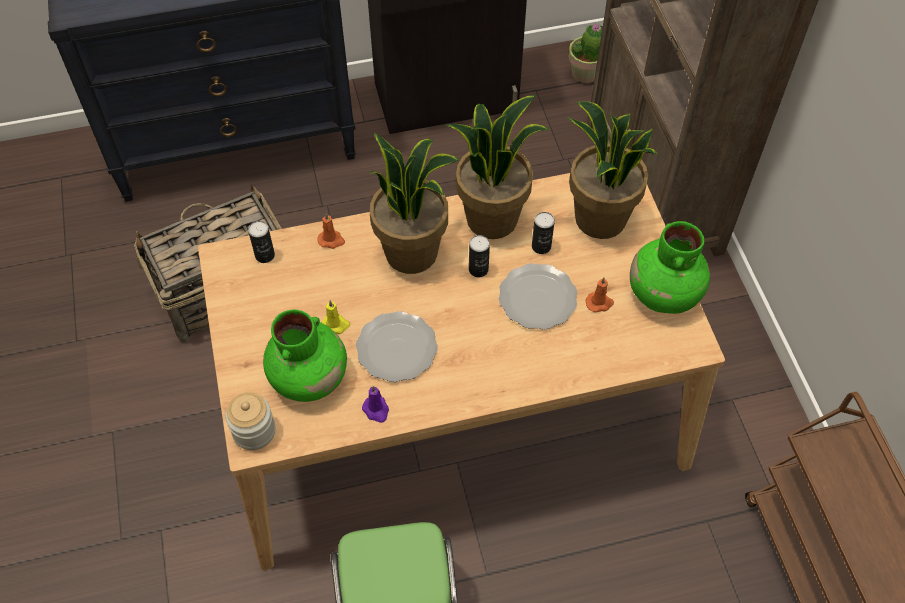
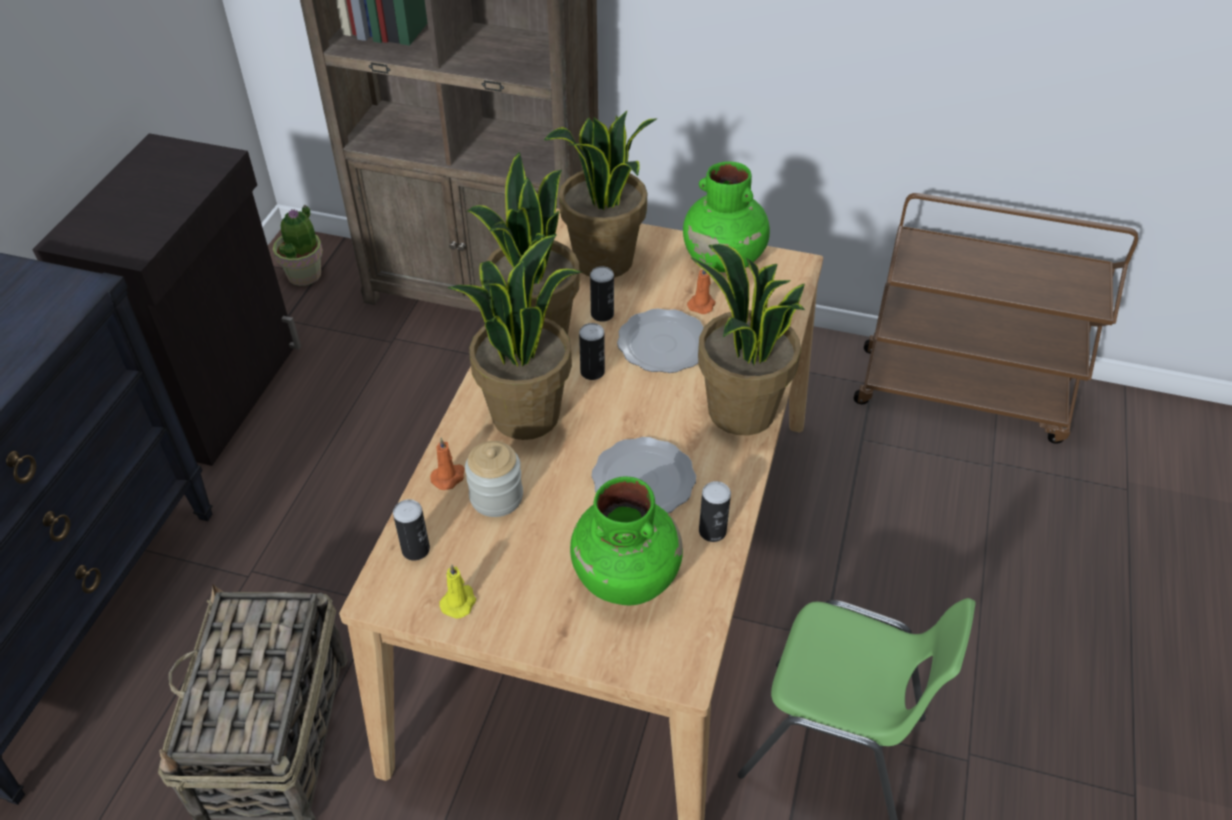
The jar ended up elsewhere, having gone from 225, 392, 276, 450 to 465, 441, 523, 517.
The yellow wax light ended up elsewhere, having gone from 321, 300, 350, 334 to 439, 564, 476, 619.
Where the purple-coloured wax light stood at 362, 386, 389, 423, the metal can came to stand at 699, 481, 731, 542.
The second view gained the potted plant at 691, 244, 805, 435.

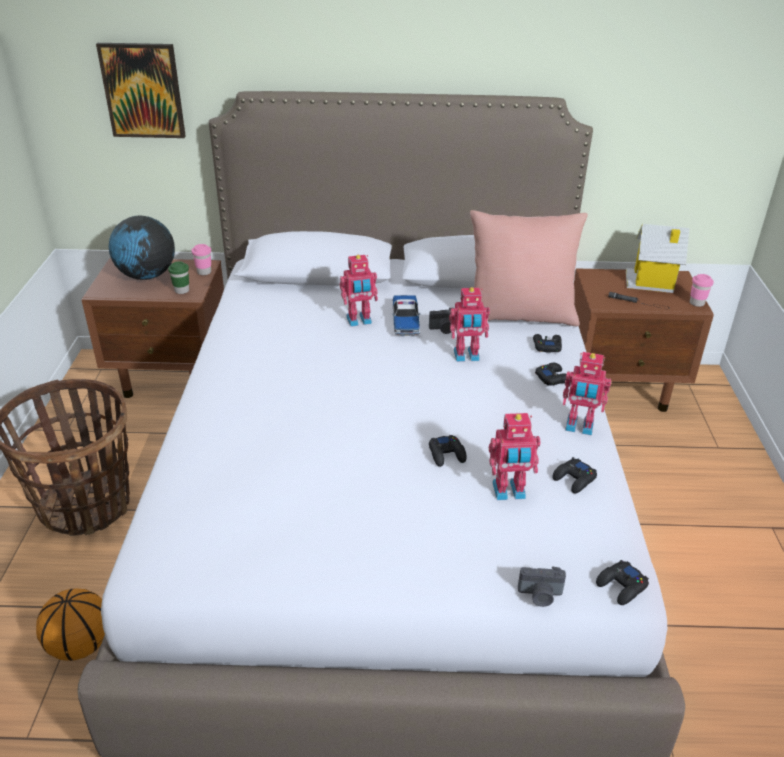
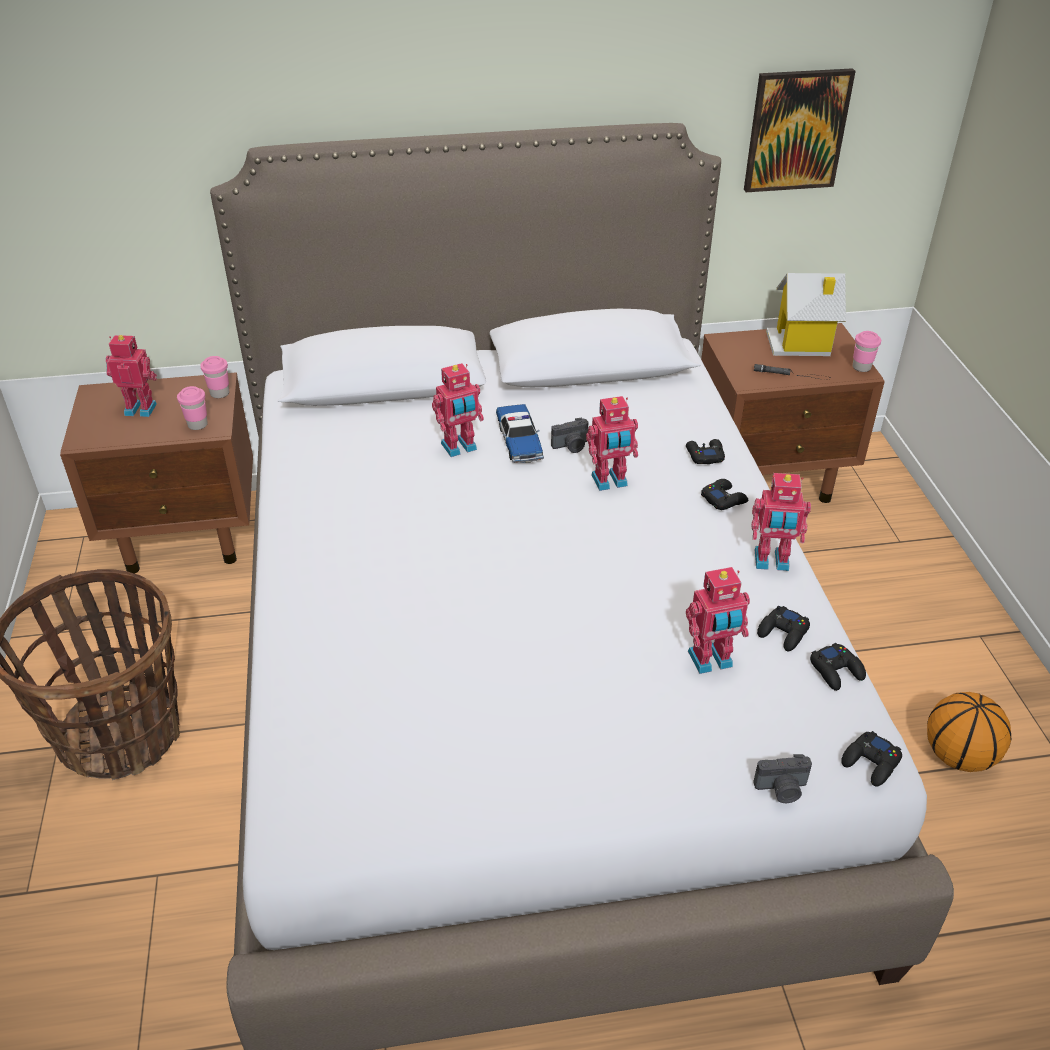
The ball for basketball ended up elsewhere, having gone from 36, 588, 105, 661 to 927, 692, 1011, 772.
The picture ended up elsewhere, having gone from 96, 43, 186, 138 to 744, 68, 856, 192.
Where the desk globe stood at 109, 216, 175, 280, the toy robot came to stand at 106, 335, 157, 417.
What was the green drinking cup at 168, 261, 189, 294 turned into the pinkish drinking cup at 177, 386, 208, 430.
The black-coloured gamepad ended up elsewhere, having gone from 429, 435, 467, 467 to 810, 643, 866, 691.
The second view lost the pinkish pillow at 470, 210, 588, 326.

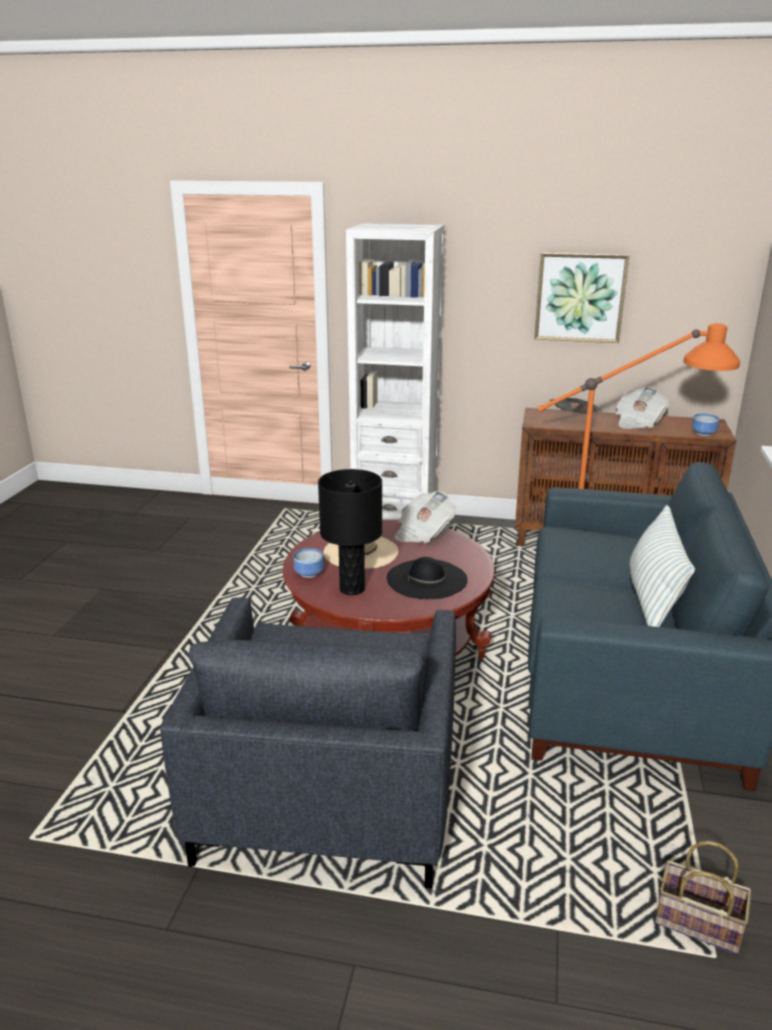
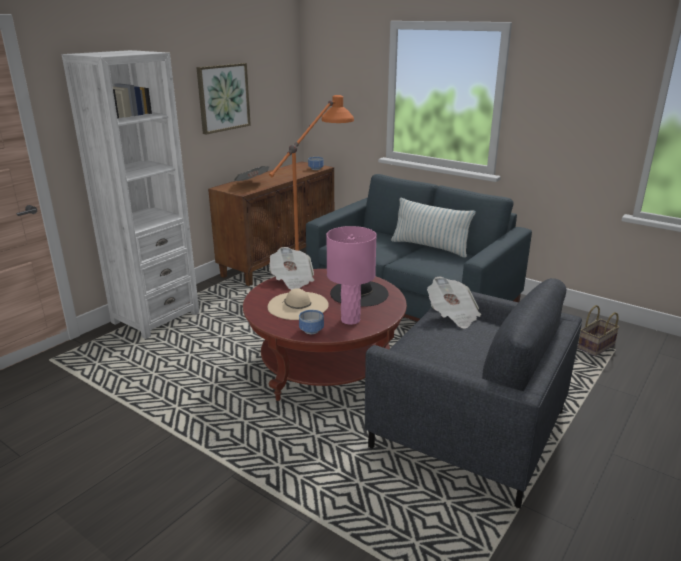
What was the black-coloured table lamp at 318, 469, 382, 595 turned into the pinkish table lamp at 326, 226, 377, 325.
The newspaper ended up elsewhere, having gone from 615, 387, 669, 429 to 427, 277, 481, 329.

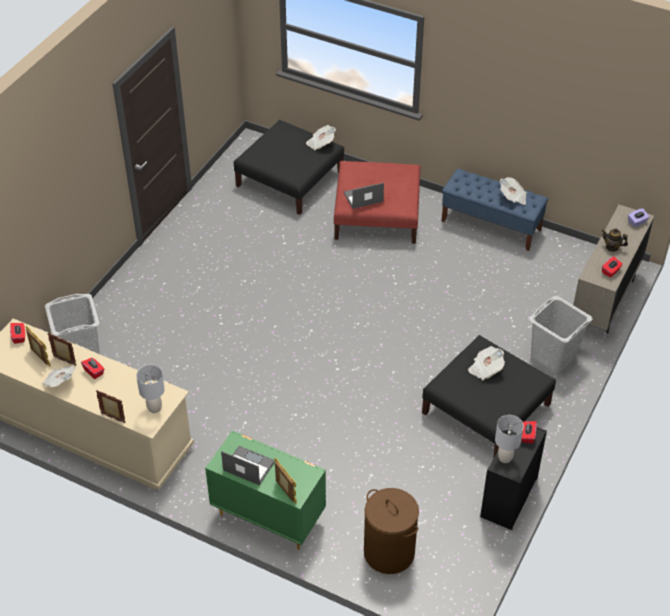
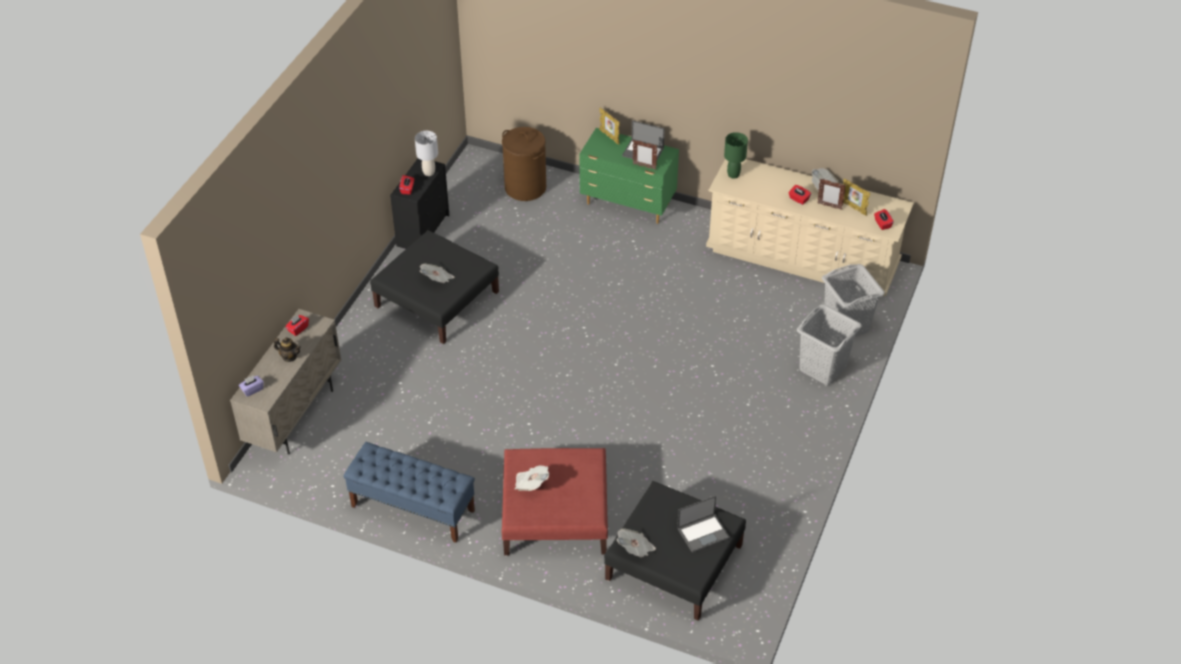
The picture frame ended up elsewhere, having gone from 96, 390, 126, 423 to 633, 140, 658, 170.
What was the greyish table lamp at 136, 365, 165, 413 turned into the green table lamp at 724, 132, 748, 179.
The notebook computer ended up elsewhere, having gone from 344, 183, 384, 209 to 677, 496, 730, 553.
The newspaper ended up elsewhere, having gone from 500, 177, 527, 205 to 514, 465, 549, 491.
The greyish washing basket ended up elsewhere, having gone from 529, 296, 593, 374 to 797, 304, 862, 385.

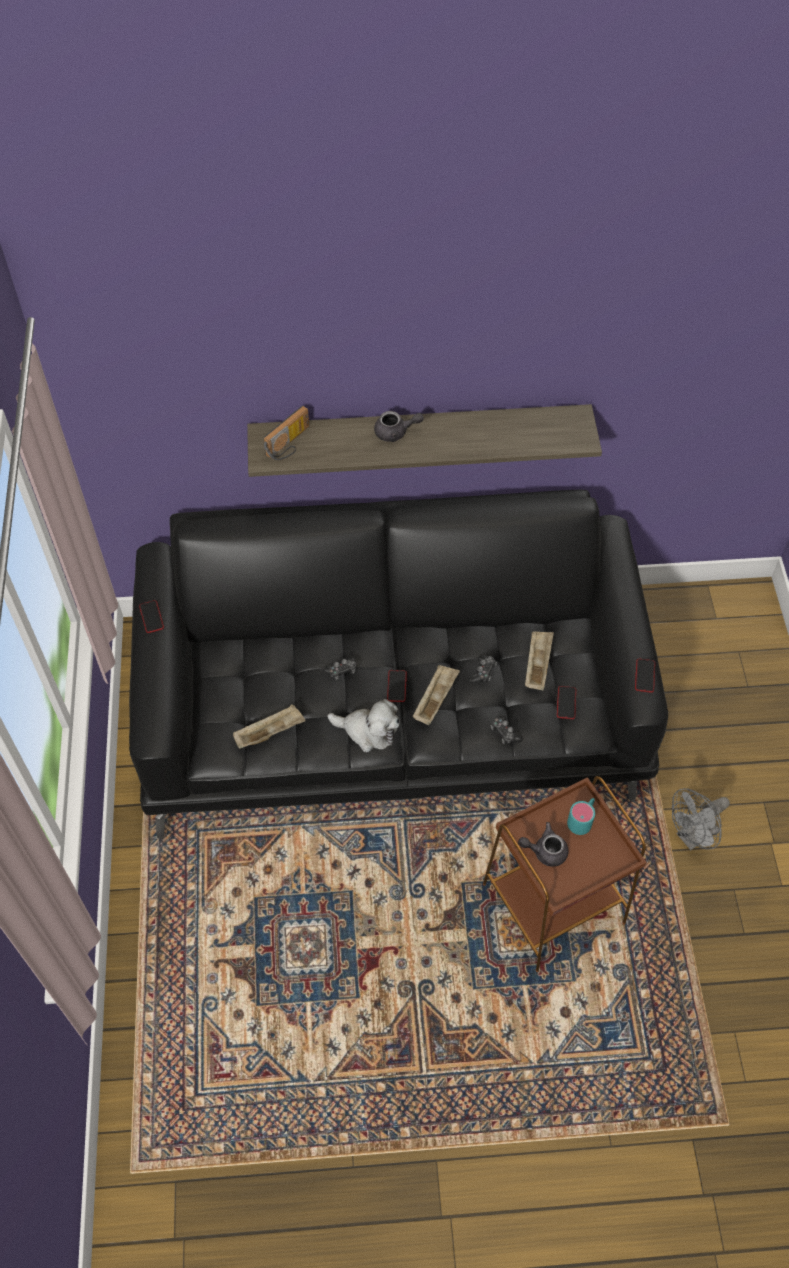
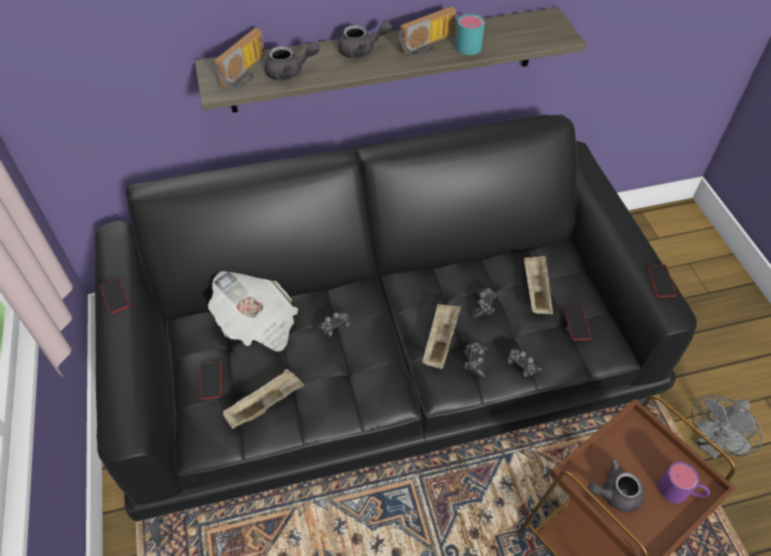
The second view lost the cuddly toy at 327, 699, 400, 752.
The telephone ended up elsewhere, having gone from 387, 670, 407, 702 to 200, 362, 222, 400.
The turquoise-coloured coffee mug ended up elsewhere, having gone from 567, 798, 595, 835 to 455, 14, 485, 55.
The second view gained the newspaper at 208, 271, 298, 352.
The second view gained the greyish teapot at 265, 42, 320, 80.
The second view gained the radio receiver at 399, 6, 456, 57.
The second view gained the gamepad at 465, 342, 490, 379.
The second view gained the purple-coloured coffee mug at 658, 462, 710, 503.

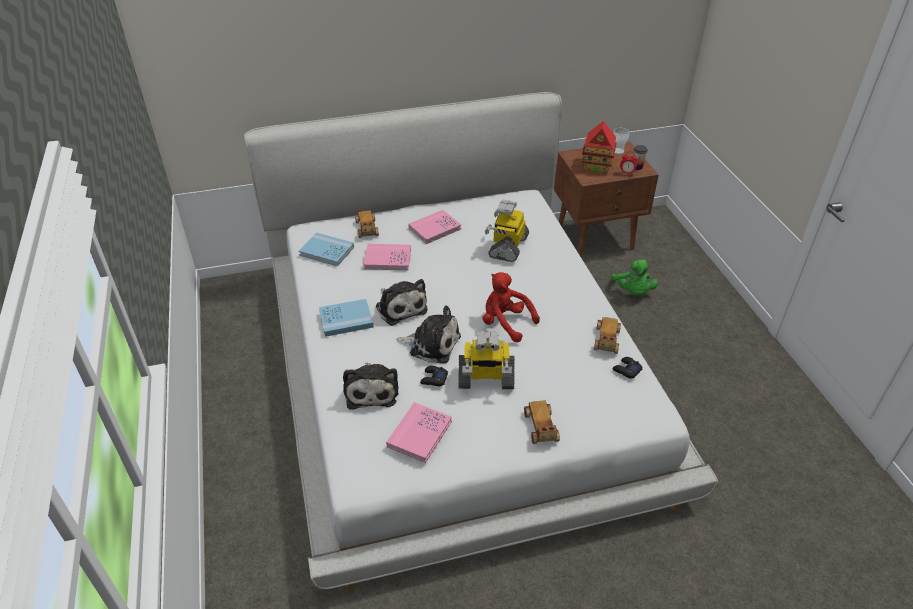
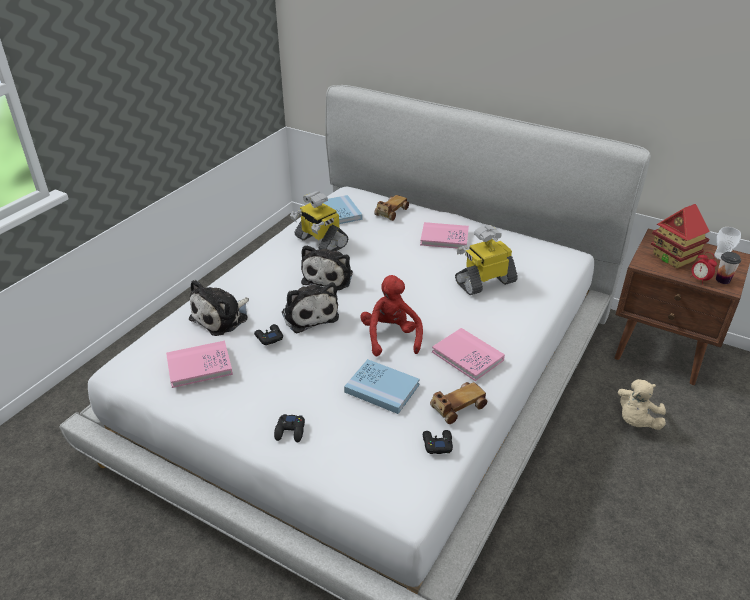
The bluish volume ended up elsewhere, having gone from 319, 299, 374, 337 to 344, 359, 420, 414.
The pinkish volume ended up elsewhere, having gone from 363, 244, 411, 270 to 432, 328, 505, 381.
The toy robot ended up elsewhere, having gone from 458, 331, 515, 389 to 290, 191, 348, 251.
Where the toy car stood at 524, 400, 560, 444, the black-coloured gamepad came to stand at 274, 414, 305, 442.
What was the green cuddly toy at 611, 259, 658, 296 turned into the sand-coloured cuddly toy at 618, 379, 666, 430.

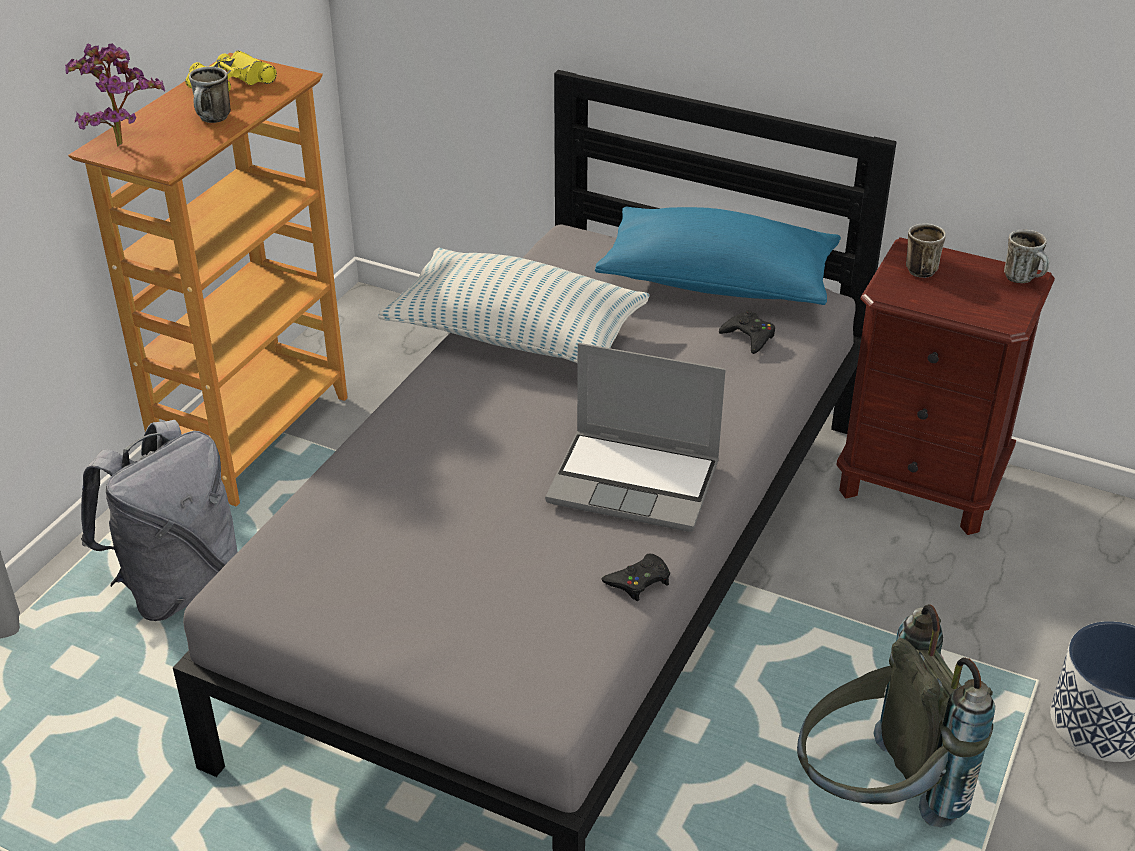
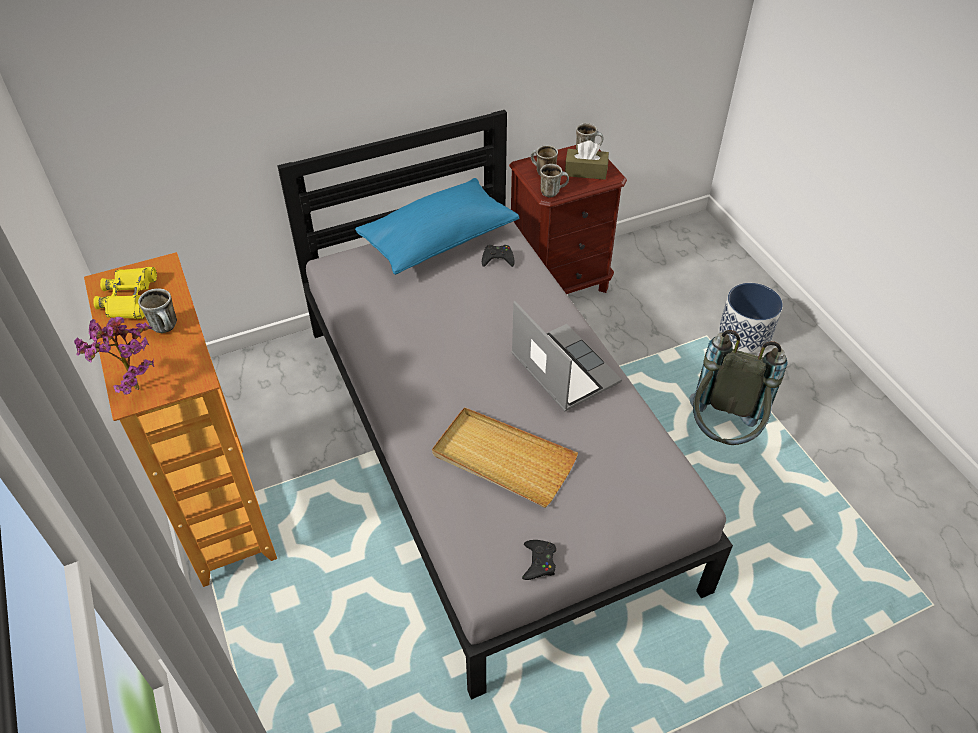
The second view lost the greyish knapsack at 81, 420, 238, 621.
The second view lost the pillow at 378, 248, 650, 363.
The notebook computer at 545, 343, 726, 532 ended up facing another way, 90 degrees counterclockwise from before.
The black-coloured gamepad ended up elsewhere, having gone from 601, 554, 670, 601 to 522, 540, 556, 580.
The second view gained the sand-coloured tray at 432, 407, 578, 508.
The second view gained the coffee mug at 540, 164, 569, 198.
The second view gained the brown tissue box at 565, 140, 609, 180.

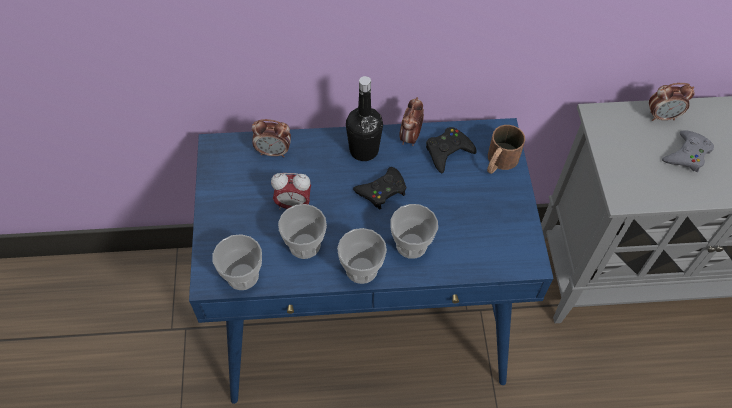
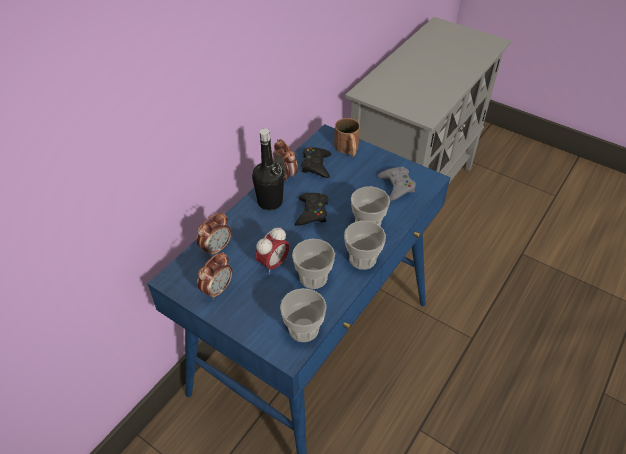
The alarm clock ended up elsewhere, having gone from 649, 83, 695, 121 to 197, 252, 232, 300.
The greyish gamepad ended up elsewhere, having gone from 662, 130, 714, 172 to 377, 167, 416, 201.

